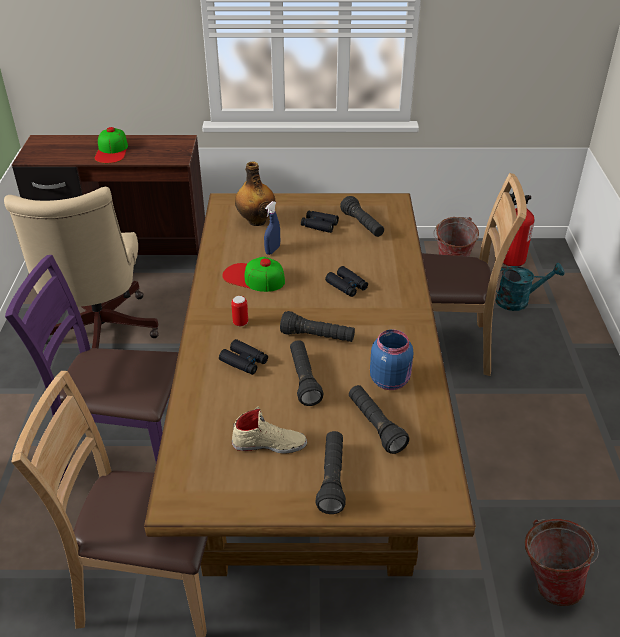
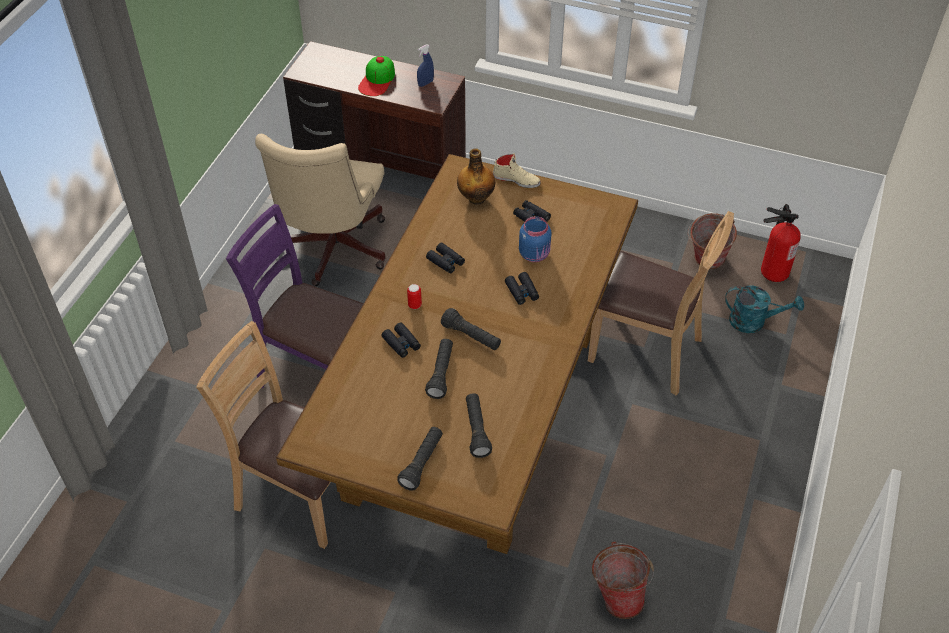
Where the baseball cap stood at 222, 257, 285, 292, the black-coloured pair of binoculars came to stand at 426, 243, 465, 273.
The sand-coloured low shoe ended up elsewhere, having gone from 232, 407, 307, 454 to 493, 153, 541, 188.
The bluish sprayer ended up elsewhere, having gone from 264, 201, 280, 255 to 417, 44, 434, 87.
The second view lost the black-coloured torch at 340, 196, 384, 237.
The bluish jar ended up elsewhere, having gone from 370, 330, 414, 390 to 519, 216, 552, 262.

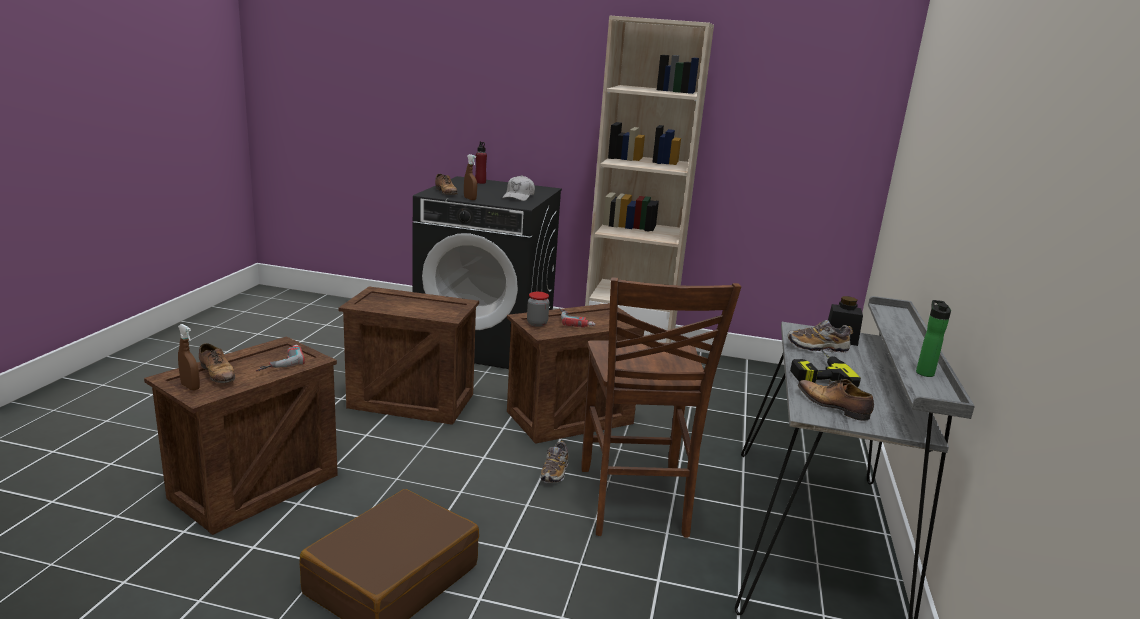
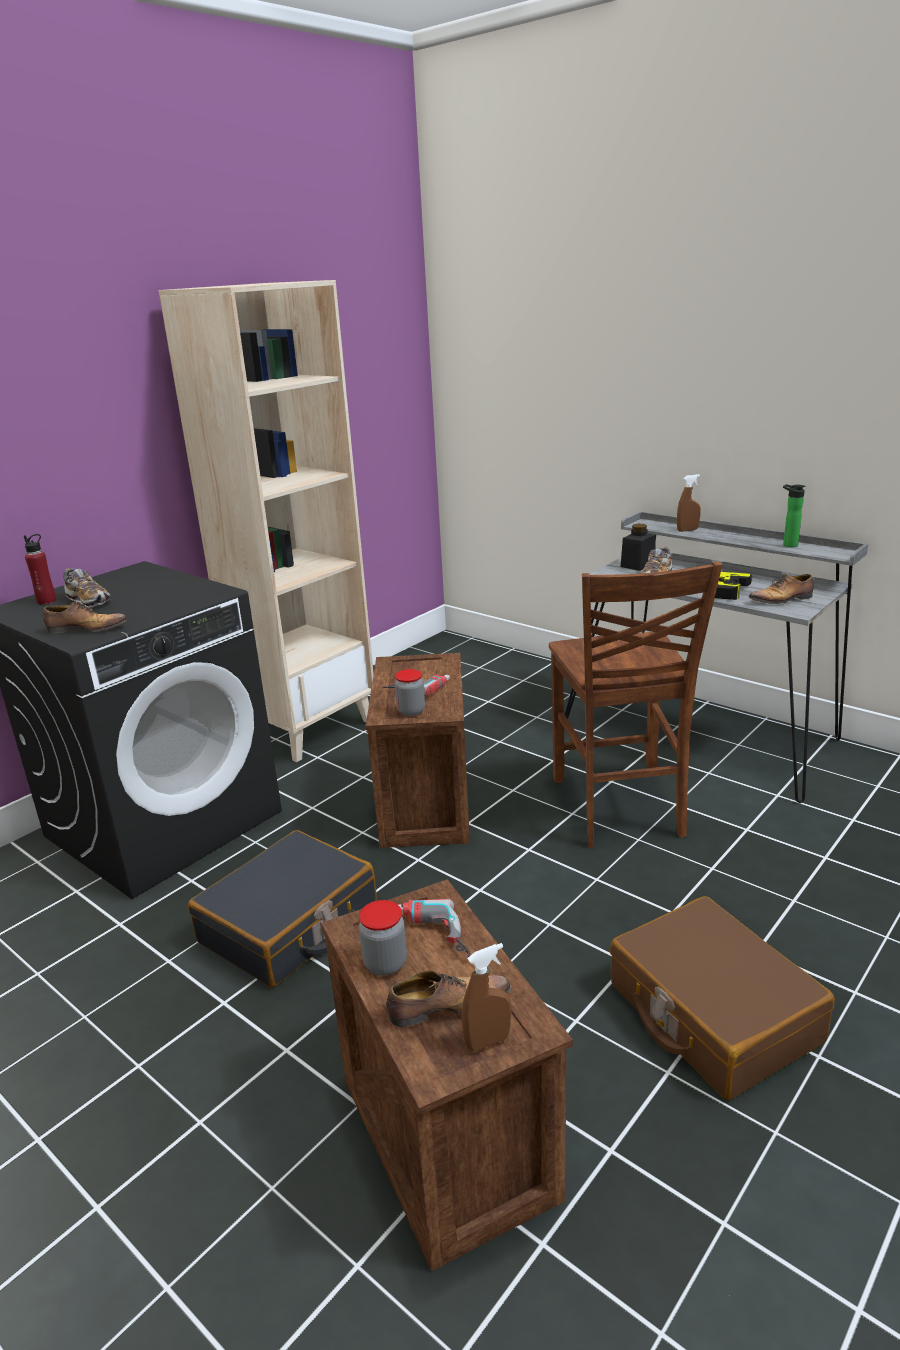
Where the packing crate stood at 339, 287, 479, 425, the black-coloured travel case came to stand at 188, 830, 377, 987.
The brown sprayer ended up elsewhere, having gone from 464, 154, 477, 200 to 677, 474, 701, 532.
The second view lost the whitish baseball cap at 502, 175, 535, 201.
The low shoe ended up elsewhere, having gone from 540, 441, 568, 483 to 63, 568, 111, 608.
The brown chair at 581, 277, 741, 538 ended up facing another way, 60 degrees clockwise from before.
The second view gained the jar at 359, 900, 407, 976.

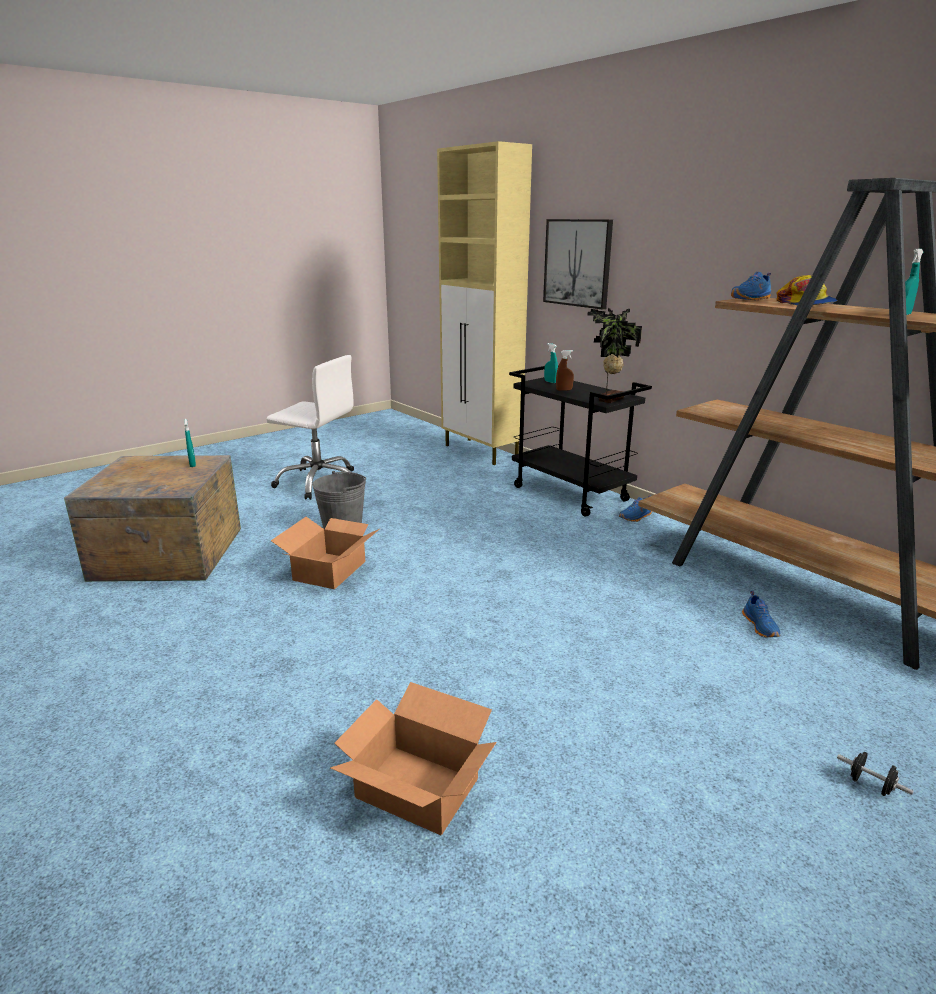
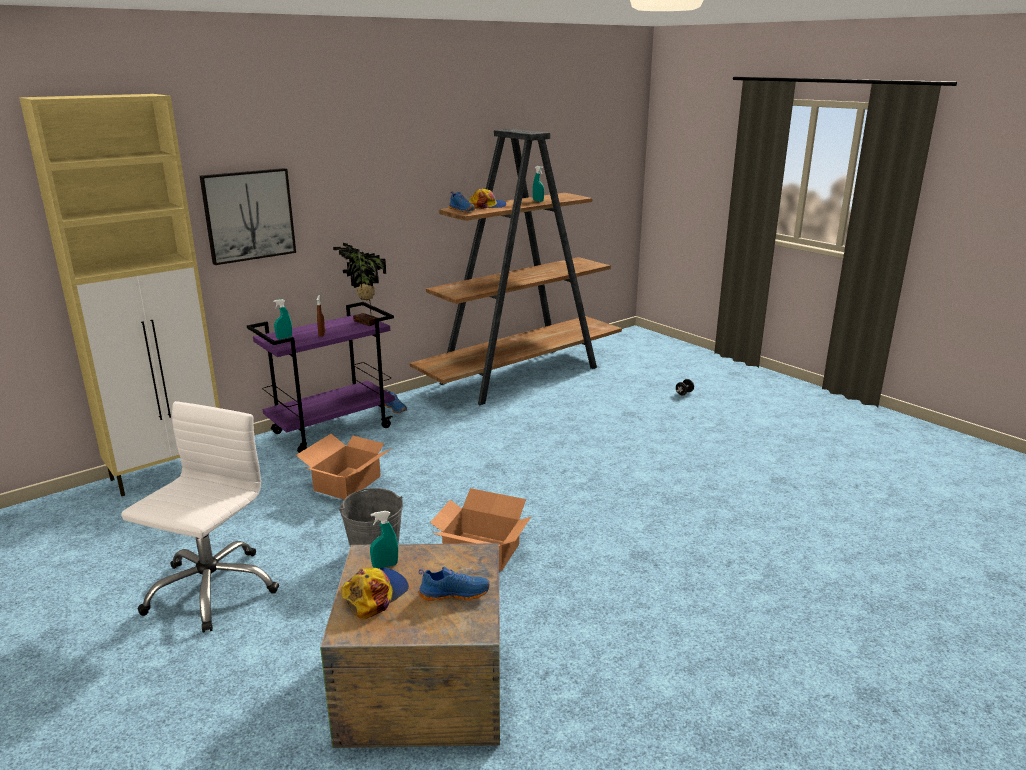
The cardboard box ended up elsewhere, having gone from 330, 682, 497, 835 to 296, 434, 393, 500.
What was the black-coloured trolley at 509, 366, 652, 517 turned into the purple-coloured trolley at 247, 302, 395, 453.
The bluish low shoe ended up elsewhere, having gone from 742, 591, 780, 637 to 419, 567, 490, 601.
The second view gained the baseball cap at 341, 568, 409, 619.

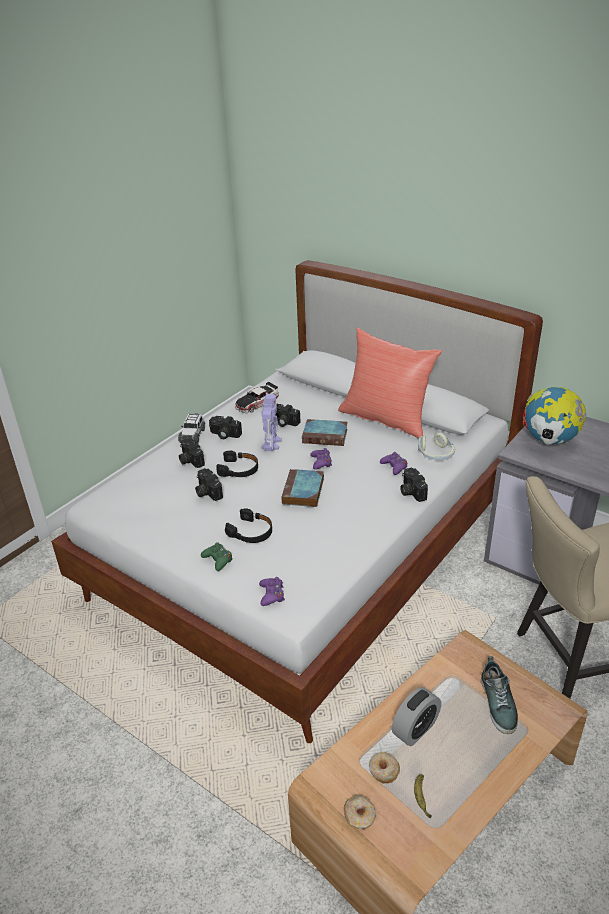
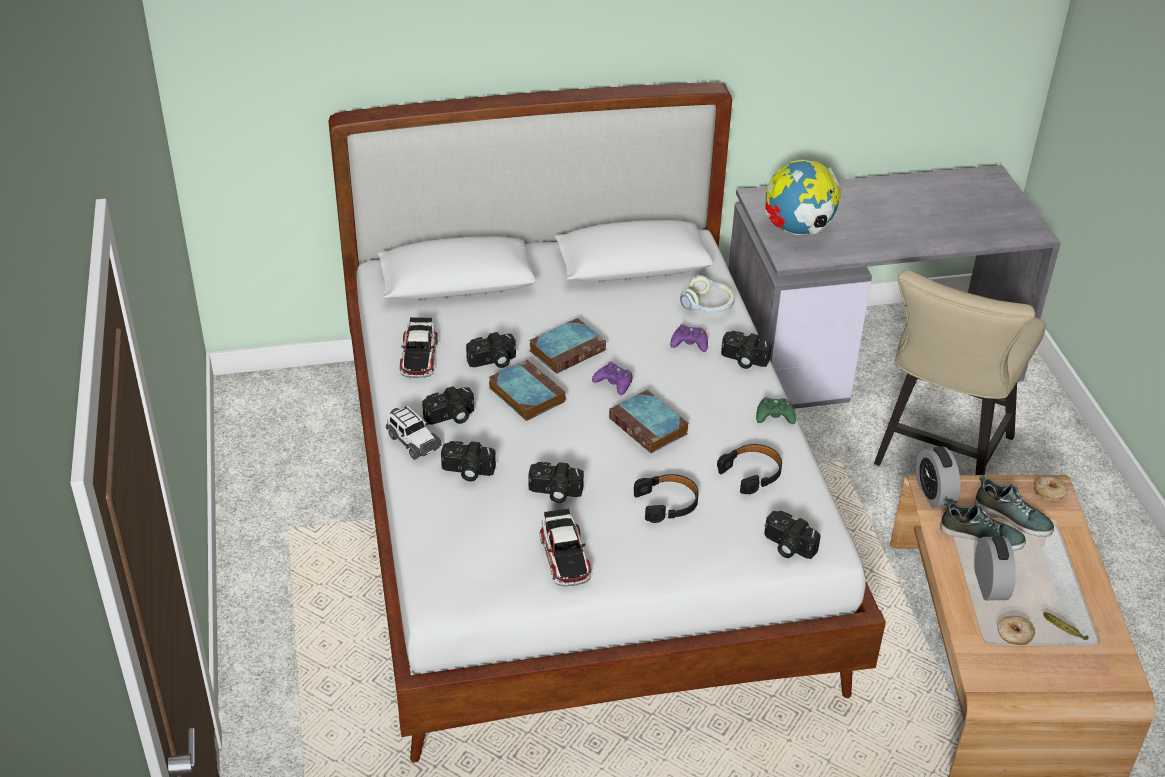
The green gamepad ended up elsewhere, having gone from 201, 542, 233, 571 to 756, 397, 796, 424.
The black-coloured pair of headphones ended up elsewhere, having gone from 216, 451, 258, 477 to 717, 444, 782, 494.
Where the purple-coloured gamepad stood at 259, 577, 285, 606, the still camera came to stand at 764, 511, 821, 559.
Where the toy robot stood at 261, 394, 282, 451, the volume came to stand at 489, 360, 566, 421.
The second view lost the reddish pillow at 338, 328, 442, 439.
The donut ended up elsewhere, having gone from 344, 795, 376, 829 to 1034, 476, 1068, 502.
The second view gained the toy car at 540, 508, 591, 587.
The second view gained the alarm clock at 916, 447, 961, 508.
The second view gained the low shoe at 940, 501, 1026, 551.

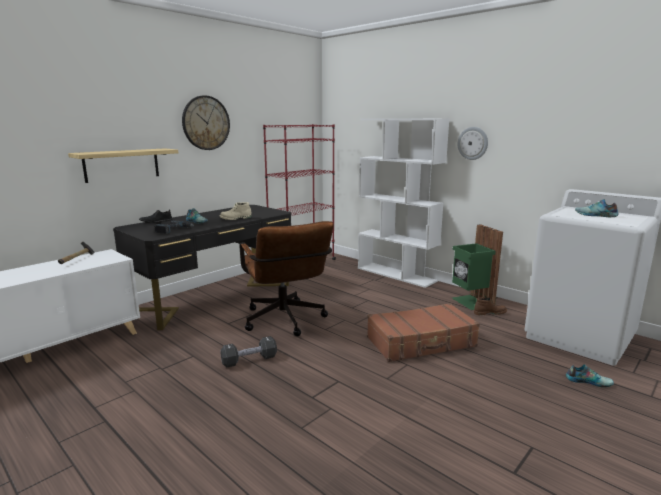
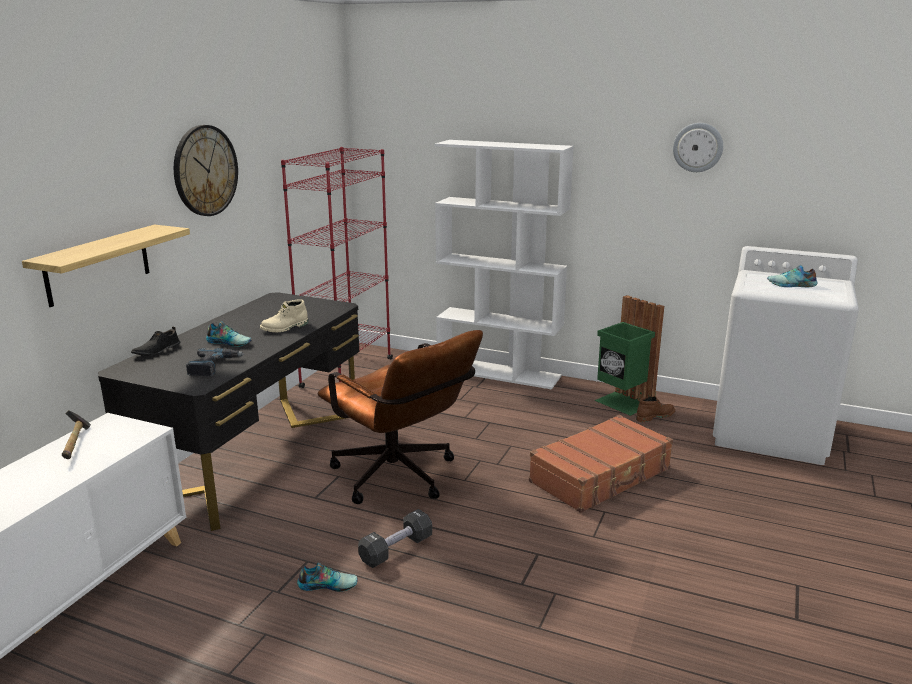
The wall clock ended up elsewhere, having gone from 457, 127, 488, 160 to 673, 123, 723, 172.
The low shoe ended up elsewhere, having gone from 566, 364, 614, 388 to 297, 563, 358, 592.

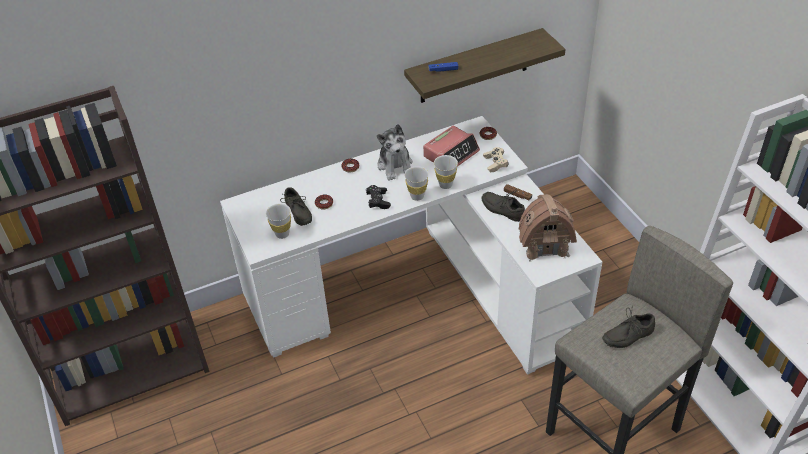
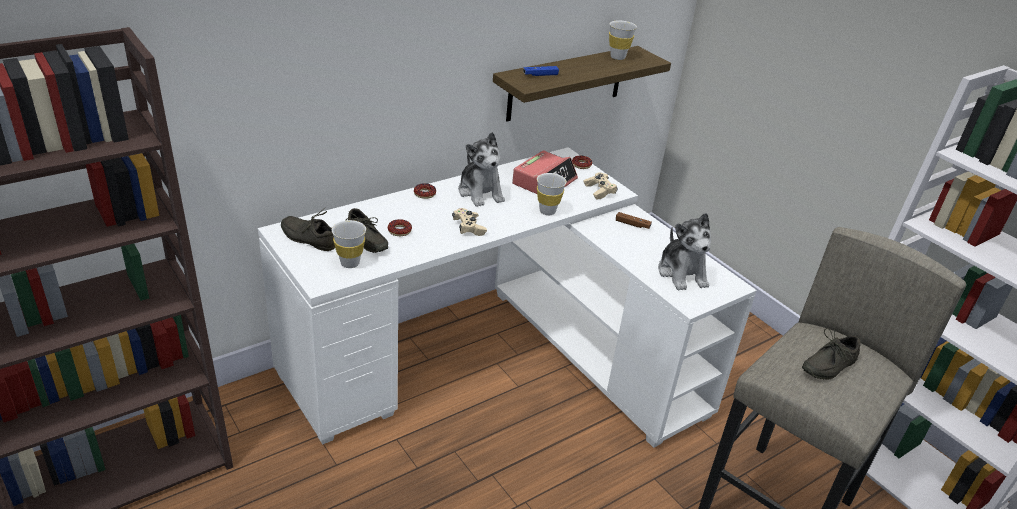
What was the black-coloured gamepad at 366, 185, 391, 209 turned into the sand-coloured gamepad at 452, 208, 487, 236.
The whitish drinking cup ended up elsewhere, having gone from 404, 166, 429, 201 to 609, 20, 637, 60.
The greyish low shoe ended up elsewhere, having gone from 481, 190, 525, 222 to 281, 208, 335, 251.
Where the model house stood at 519, 194, 577, 262, the cuddly toy came to stand at 658, 213, 711, 291.

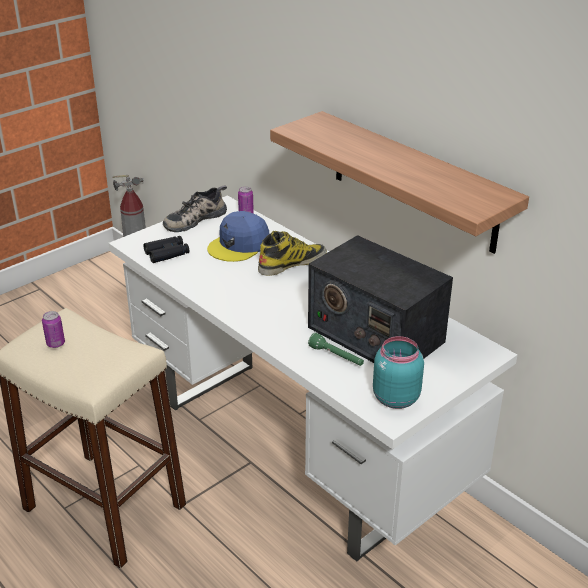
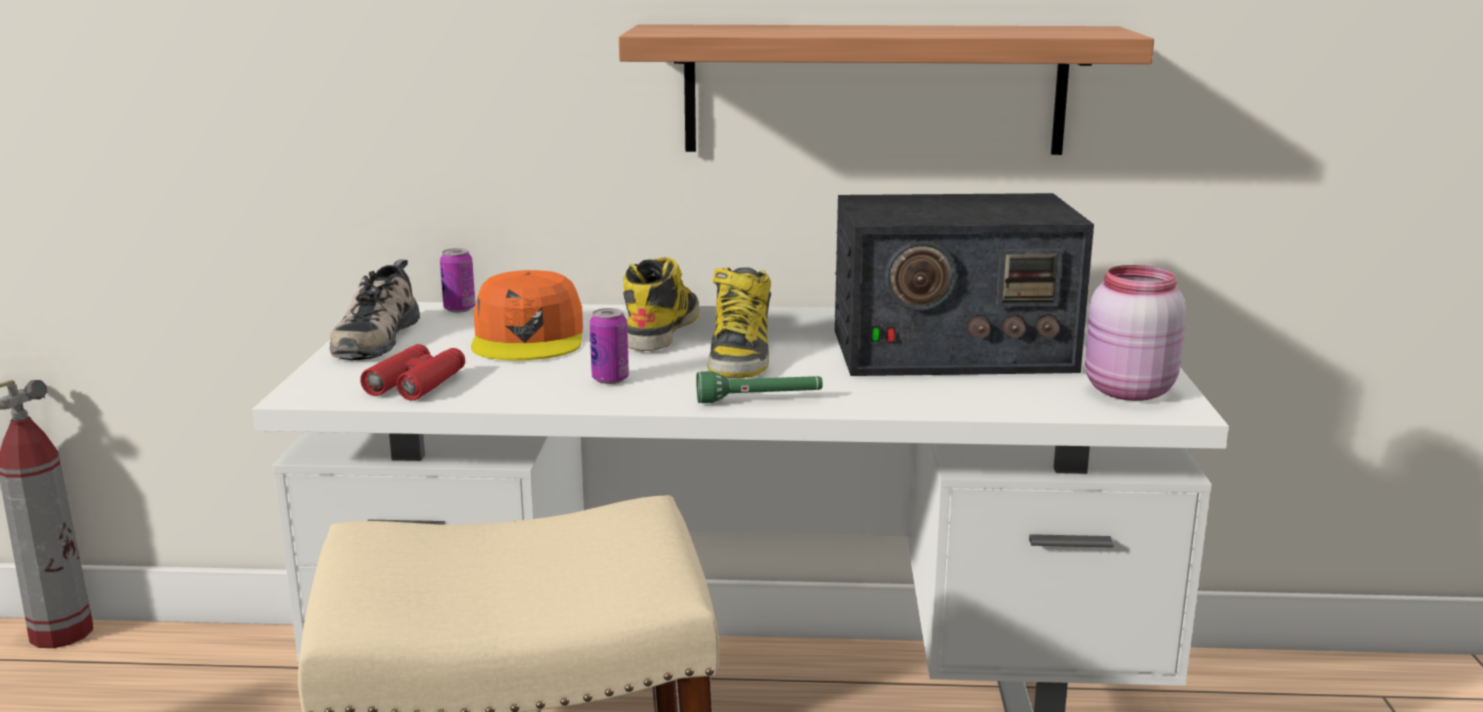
The metal can ended up elsewhere, having gone from 42, 311, 65, 348 to 590, 308, 629, 384.
What was the black-coloured pair of binoculars at 143, 236, 189, 263 turned into the reddish pair of binoculars at 360, 344, 465, 401.
What was the bluish baseball cap at 207, 211, 269, 262 turned into the orange-coloured baseball cap at 471, 270, 583, 361.
The green torch ended up elsewhere, having gone from 308, 333, 364, 366 to 696, 371, 822, 403.
What was the turquoise-coloured jar at 373, 336, 424, 409 turned into the pinkish jar at 1085, 265, 1186, 401.
The second view gained the boot at 707, 267, 771, 378.

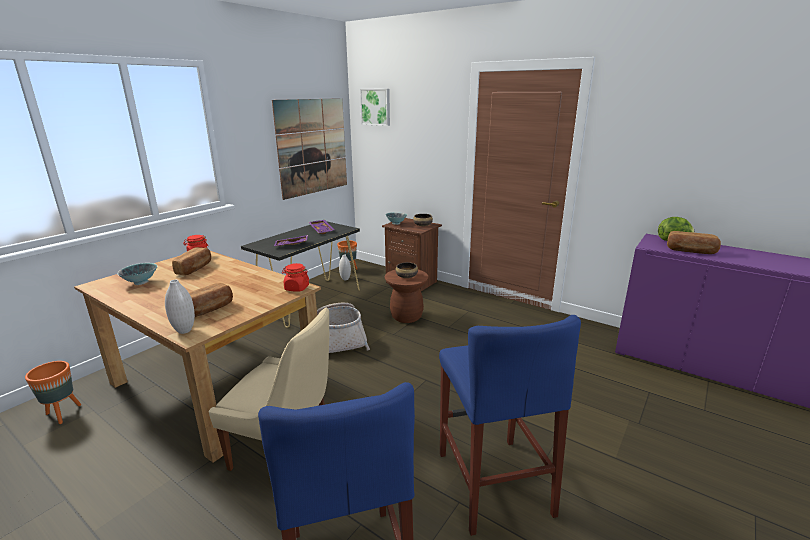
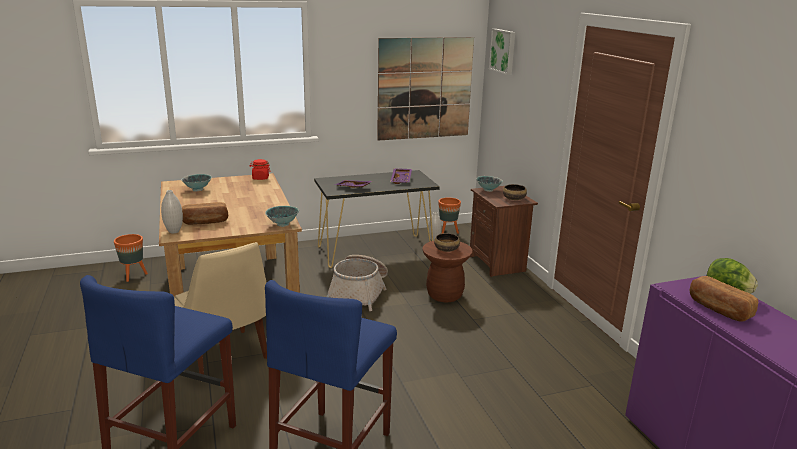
The second view lost the bread at 172, 247, 211, 275.
Where the reddish jar stood at 282, 263, 309, 291, the serving bowl came to stand at 265, 206, 299, 227.

